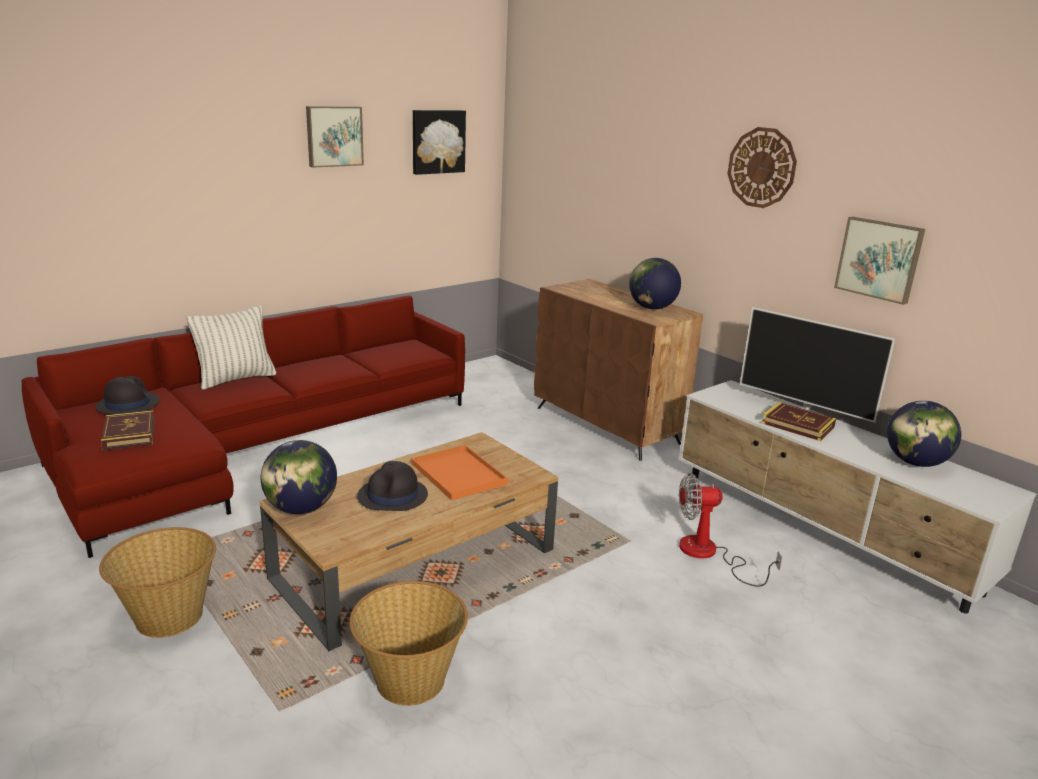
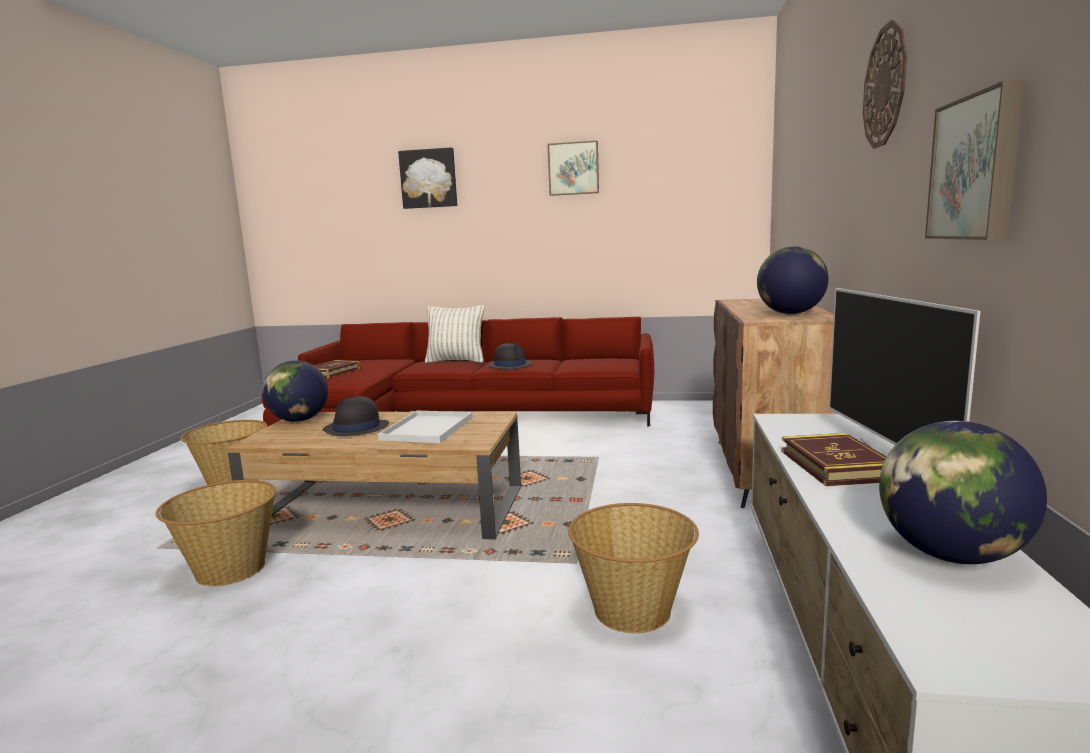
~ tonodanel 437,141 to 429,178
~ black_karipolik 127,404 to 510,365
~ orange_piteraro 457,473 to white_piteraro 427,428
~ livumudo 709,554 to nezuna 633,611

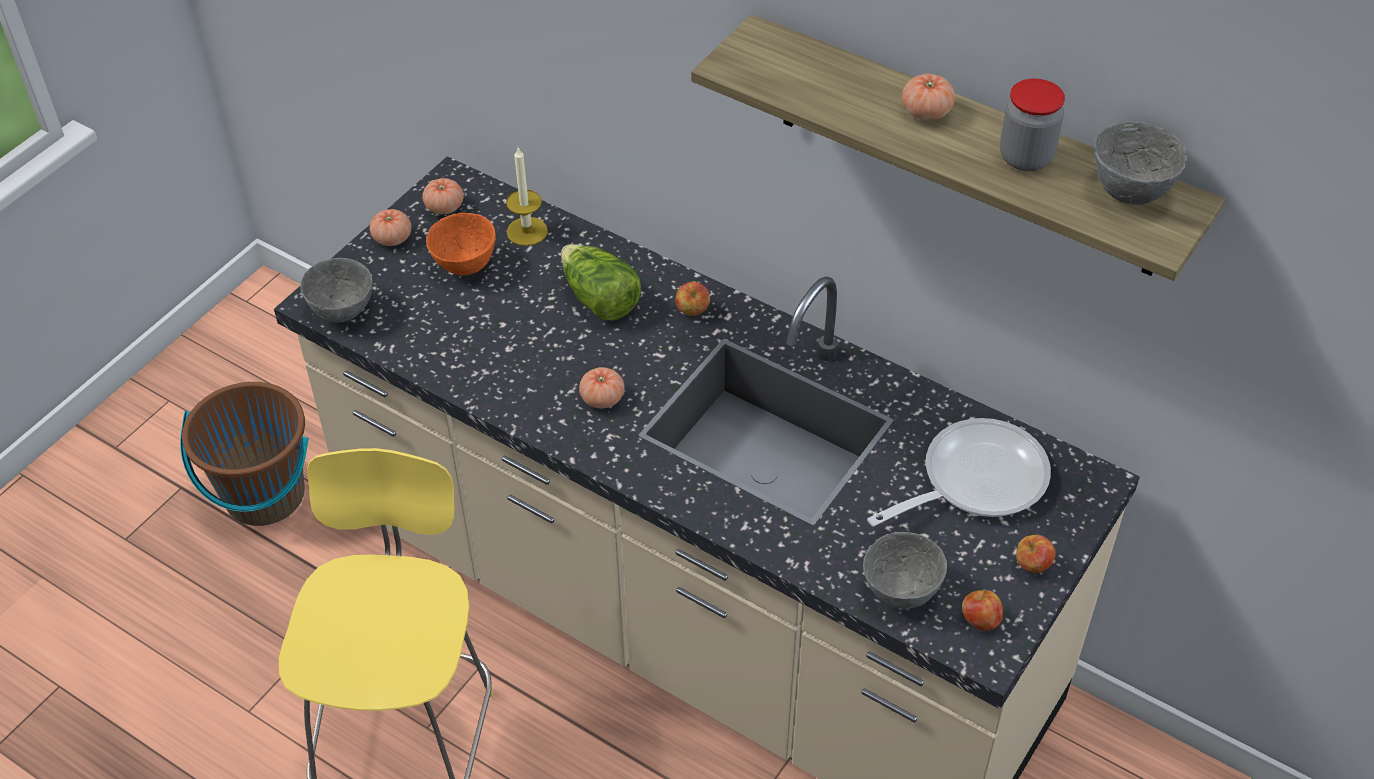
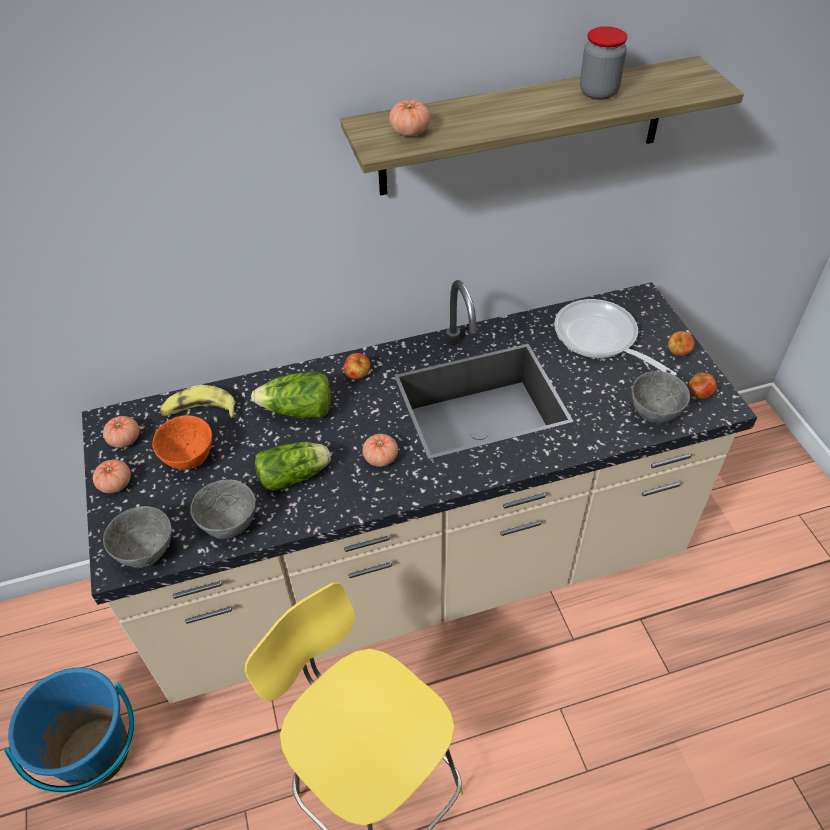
~ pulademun 926,112 to 410,131
~ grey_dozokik 1128,193 to 229,526
~ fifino 527,231 to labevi 200,411
~ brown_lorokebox 264,496 to blue_lorokebox 95,754
~ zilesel 974,480 = 600,339 45 degrees counterclockwise
+ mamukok 296,475

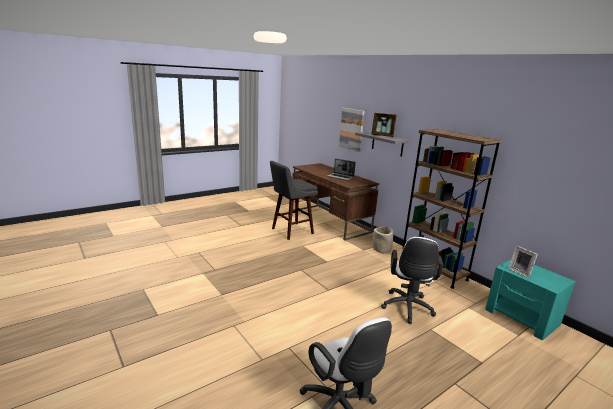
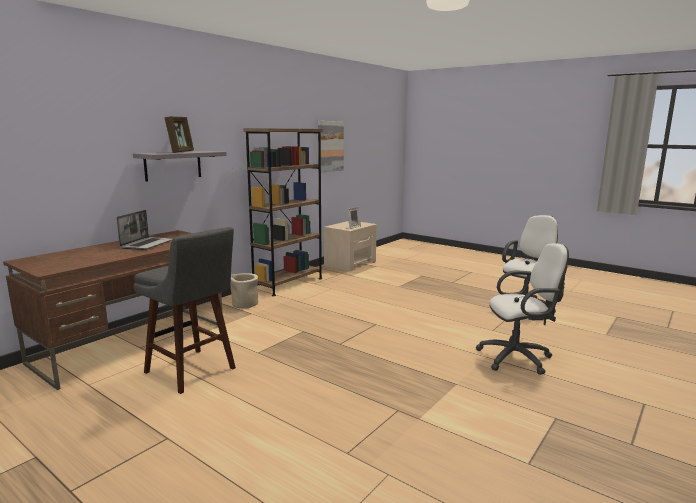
~ tonodanel 352,129 to 330,146
~ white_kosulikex 407,309 to 518,358
~ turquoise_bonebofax 522,317 to beige_bonebofax 350,263

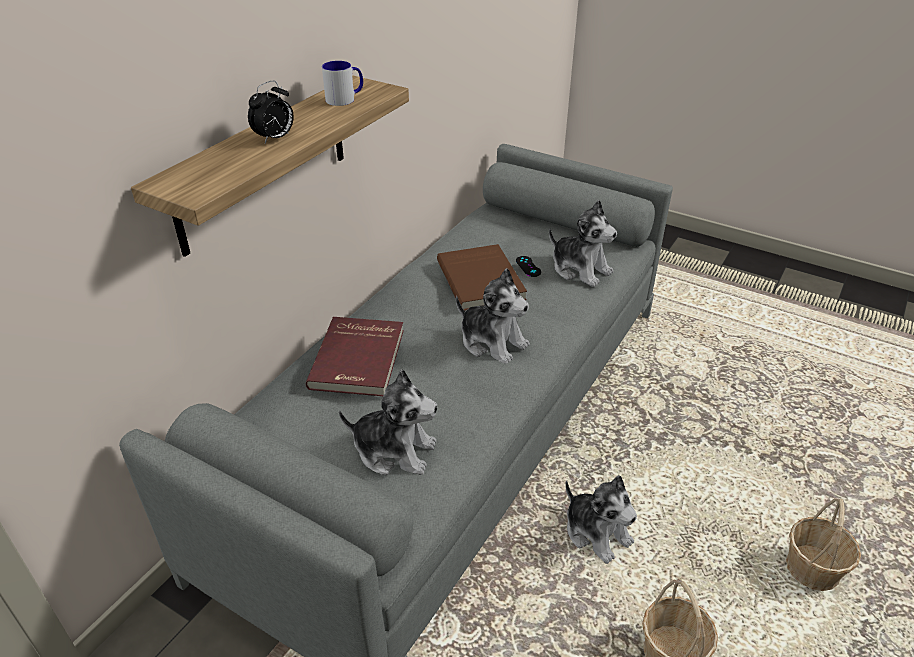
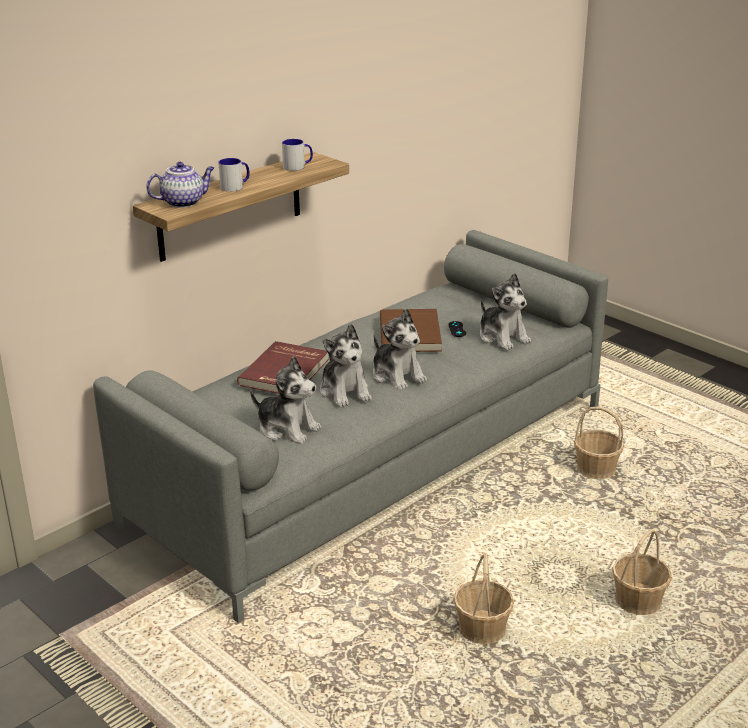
~ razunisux 275,139 to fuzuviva 235,187
~ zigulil 596,532 to 345,391
+ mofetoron 183,202
+ nezuna 596,469

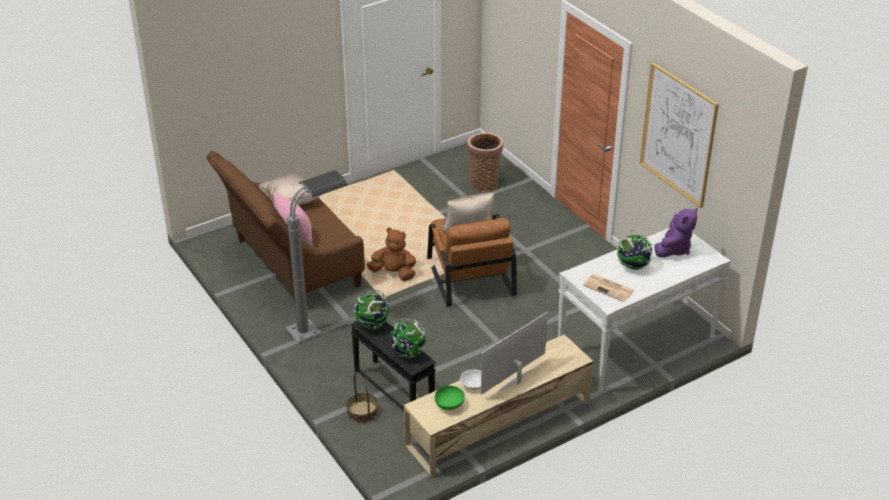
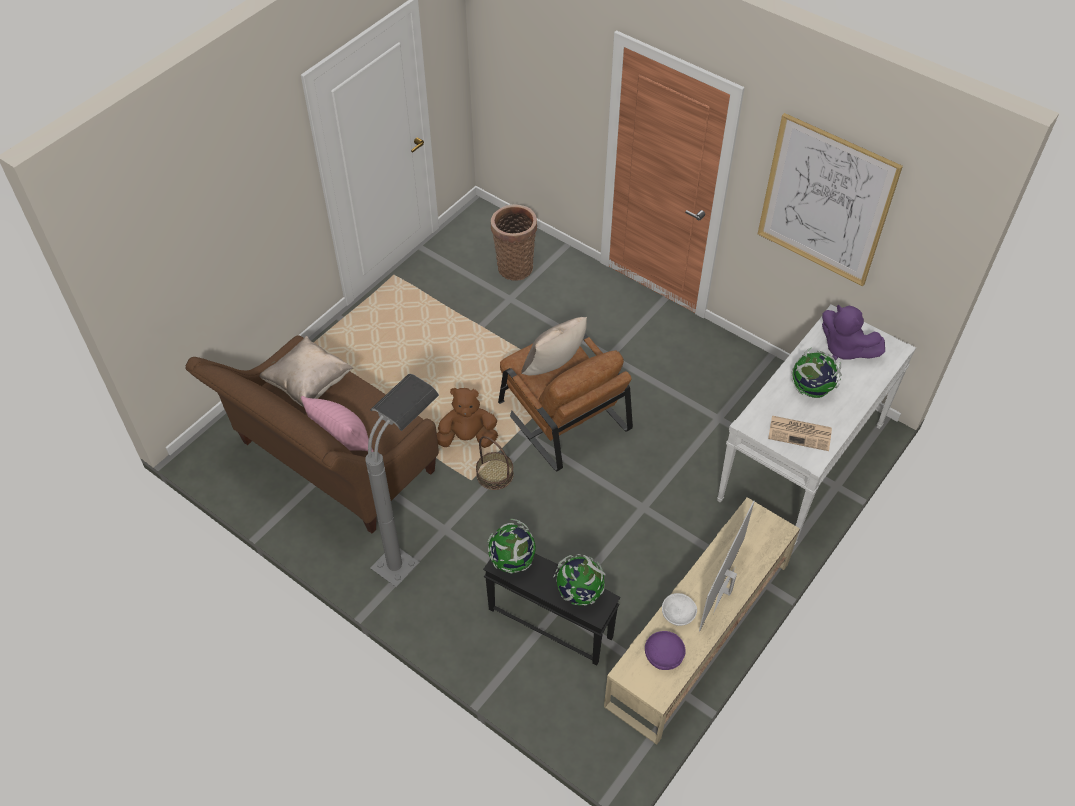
~ purple_zigulil 674,249 = 844,348 120 degrees clockwise
~ nezuna 362,411 to 494,474
~ green_dozokik 449,405 to purple_dozokik 664,656

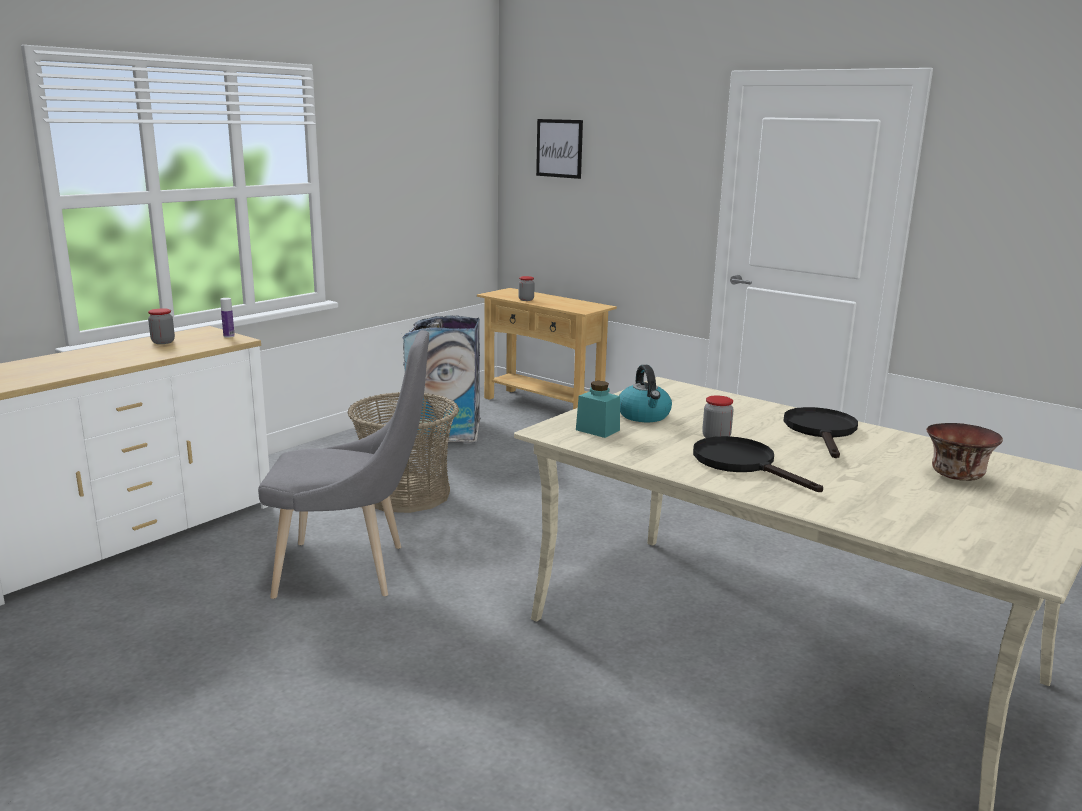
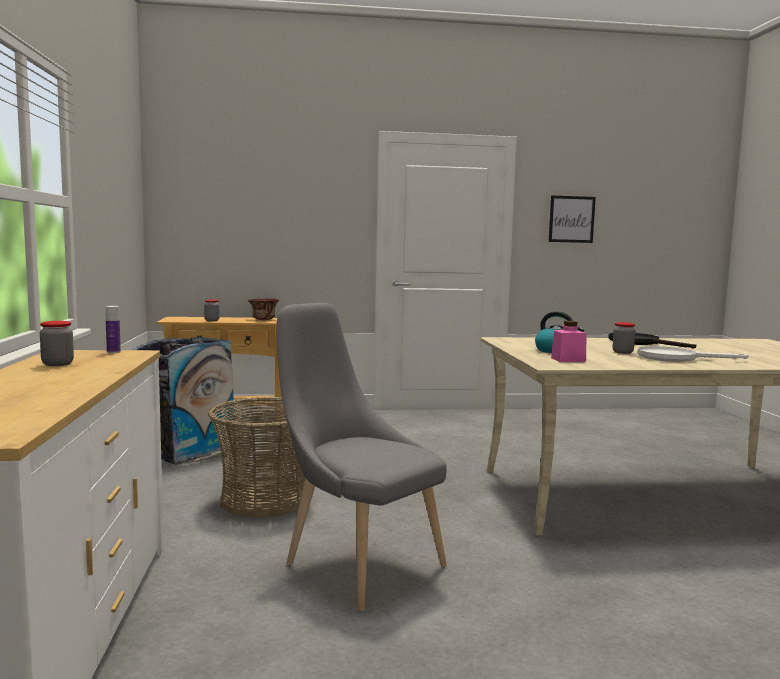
~ tonodanel 559,148 to 571,219
~ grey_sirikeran 351,570 = 356,563 90 degrees counterclockwise
~ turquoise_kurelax 597,430 to pink_kurelax 568,360
~ dozokik 957,476 to 263,319
~ black_zilesel 742,464 to white_zilesel 675,358

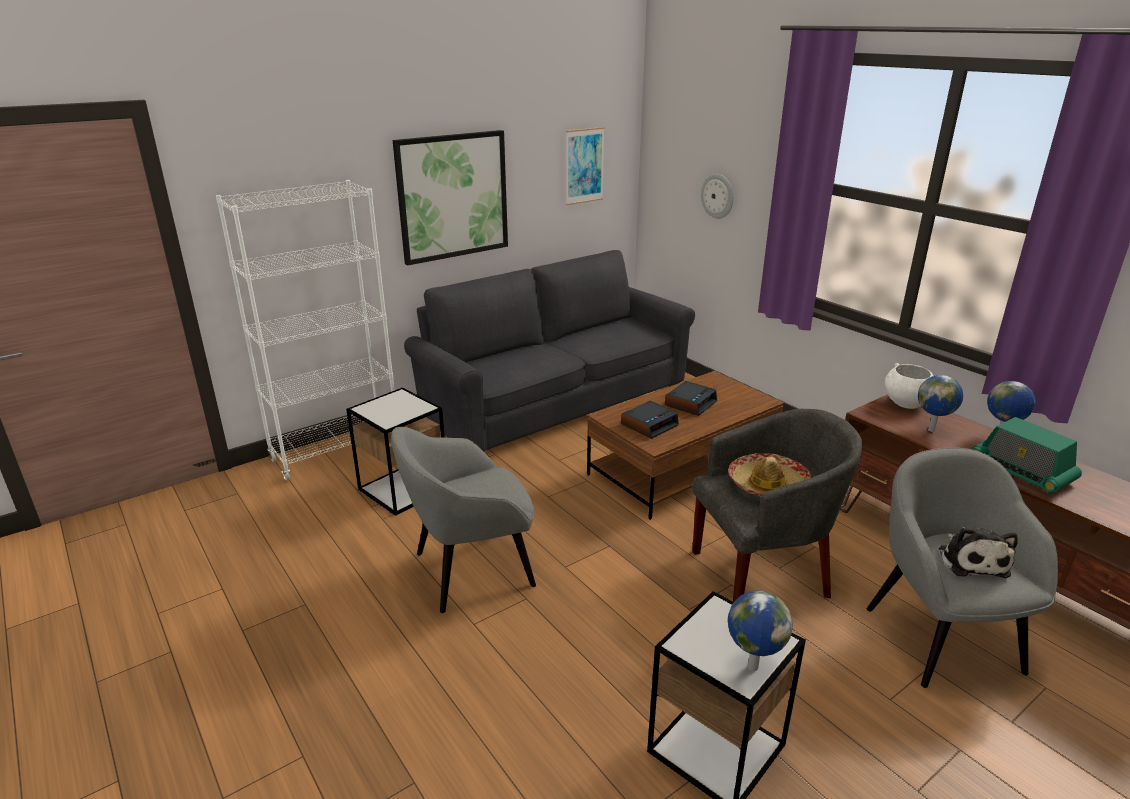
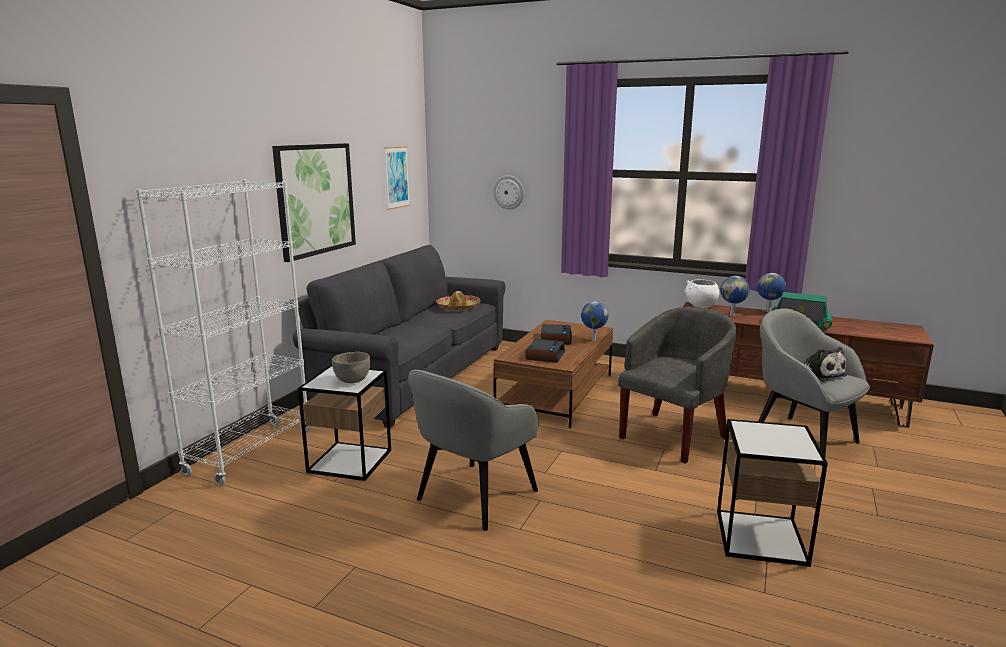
~ karipolik 767,485 to 458,307
~ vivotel 751,666 to 593,340
+ grey_dozokik 352,381

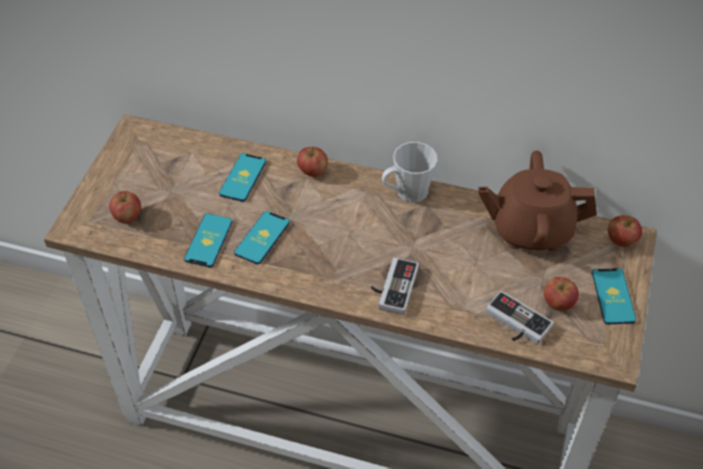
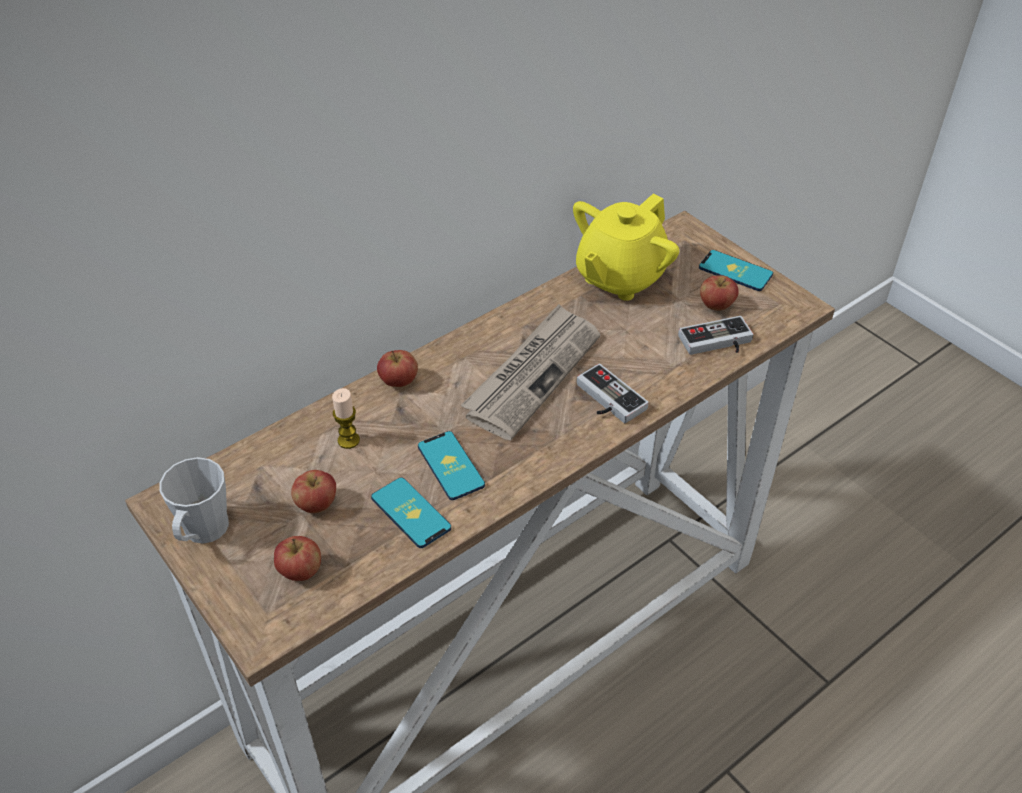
~ grey_fuzuviva 406,193 to 203,533
~ brown_mofetoron 530,229 to yellow_mofetoron 619,277
~ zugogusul 243,178 to fifino 348,440
~ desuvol 621,240 to 316,504
+ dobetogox 532,374

